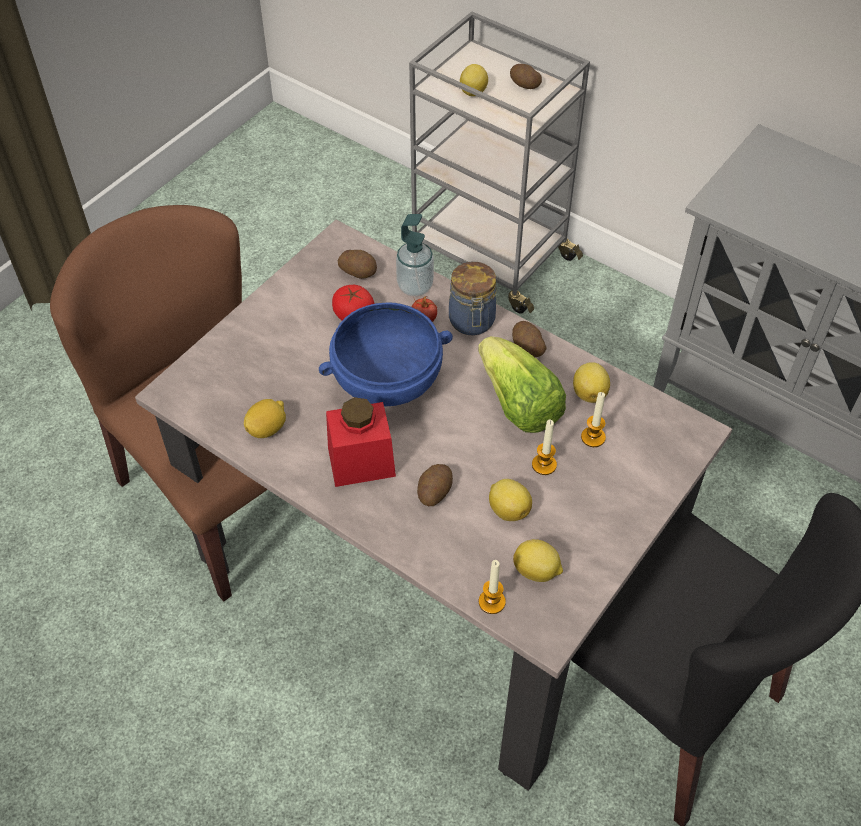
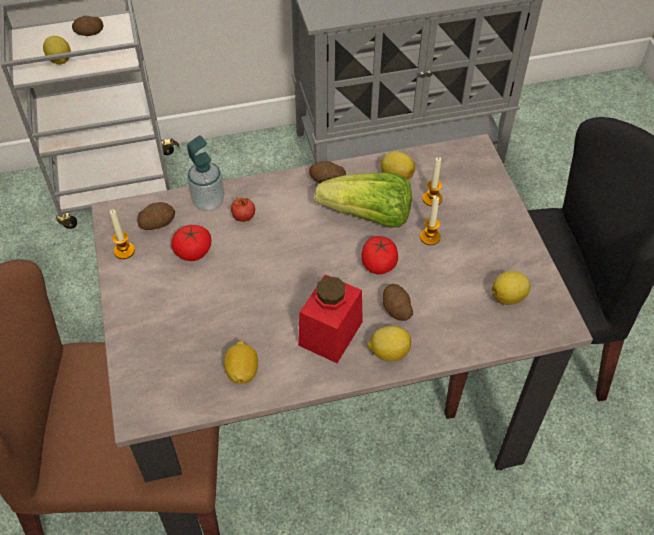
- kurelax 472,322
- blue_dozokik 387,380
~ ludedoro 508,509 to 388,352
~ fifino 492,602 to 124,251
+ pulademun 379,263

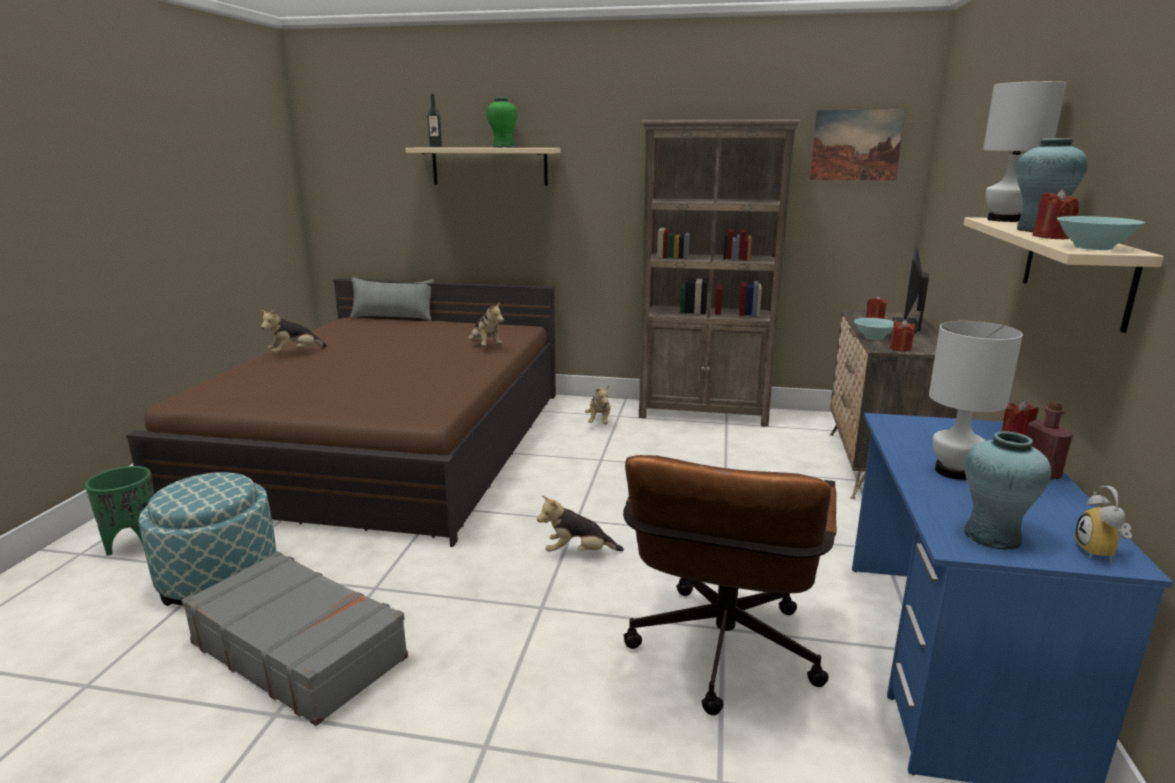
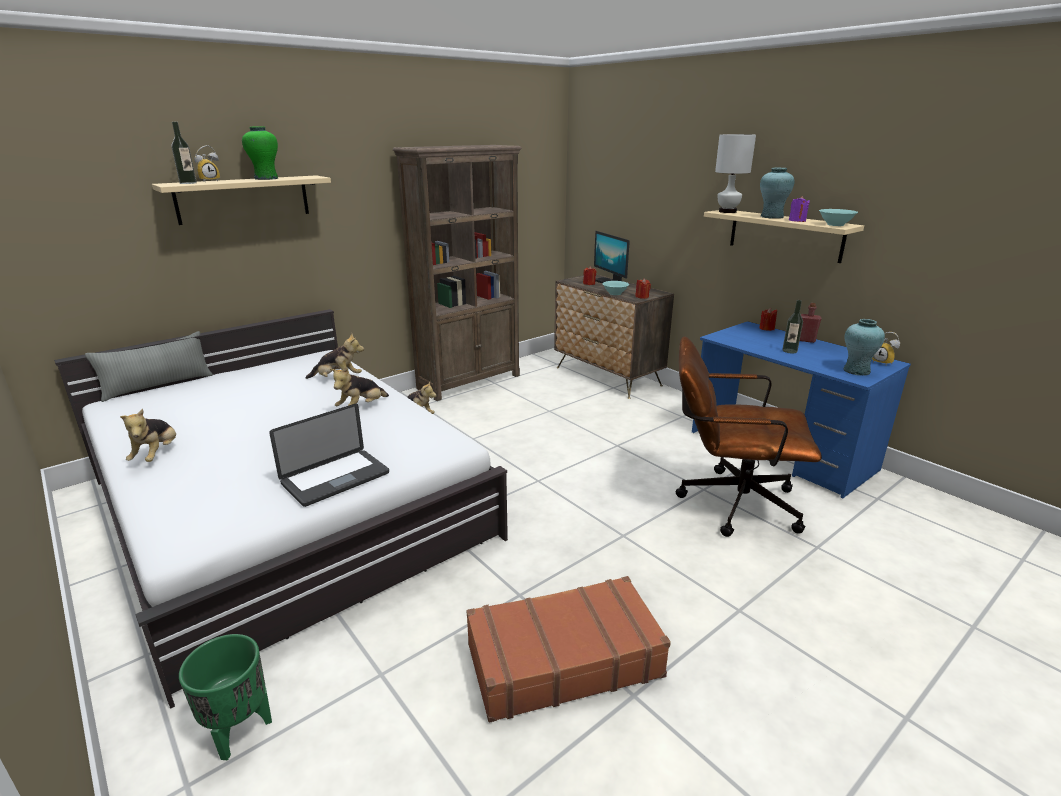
- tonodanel 856,145
~ red_fifino 1051,237 to purple_fifino 797,221
~ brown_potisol 389,444 to white_potisol 286,507
~ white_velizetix 955,472 to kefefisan 789,351
~ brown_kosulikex 720,658 = 728,502 135 degrees clockwise
- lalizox 219,579
~ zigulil 578,553 to 361,408
~ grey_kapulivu 299,649 to brown_kapulivu 563,659
+ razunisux 209,181
+ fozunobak 335,478

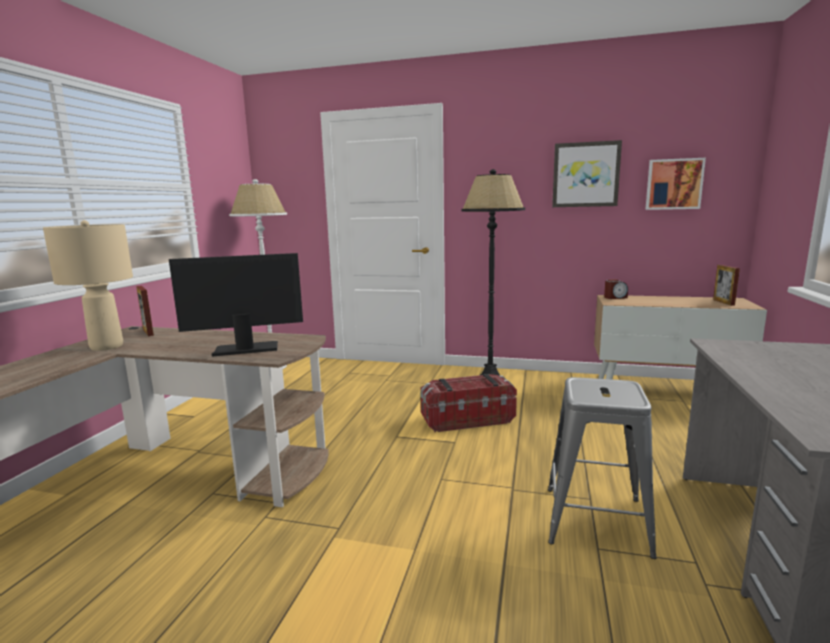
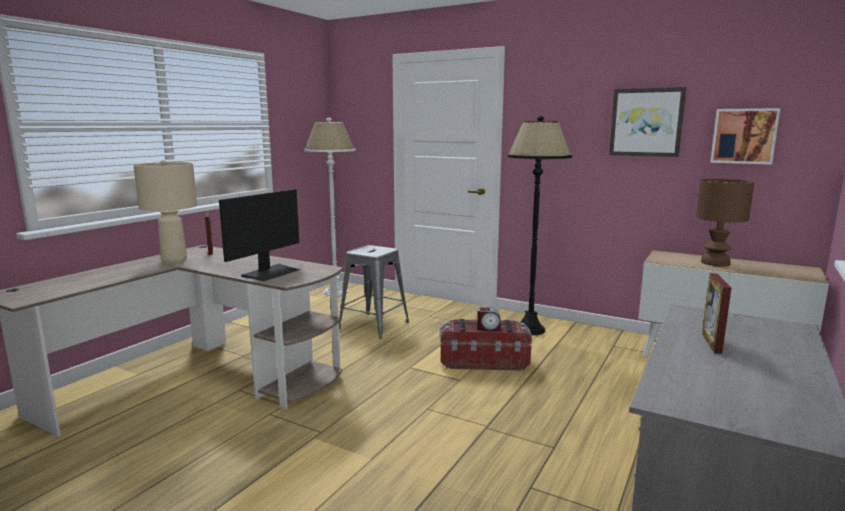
~ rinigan 245,349 = 271,272 120 degrees clockwise
~ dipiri 723,302 to 711,343
~ razunisux 615,297 to 488,328
~ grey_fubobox 596,521 to 374,325
+ brown_velizetix 716,263

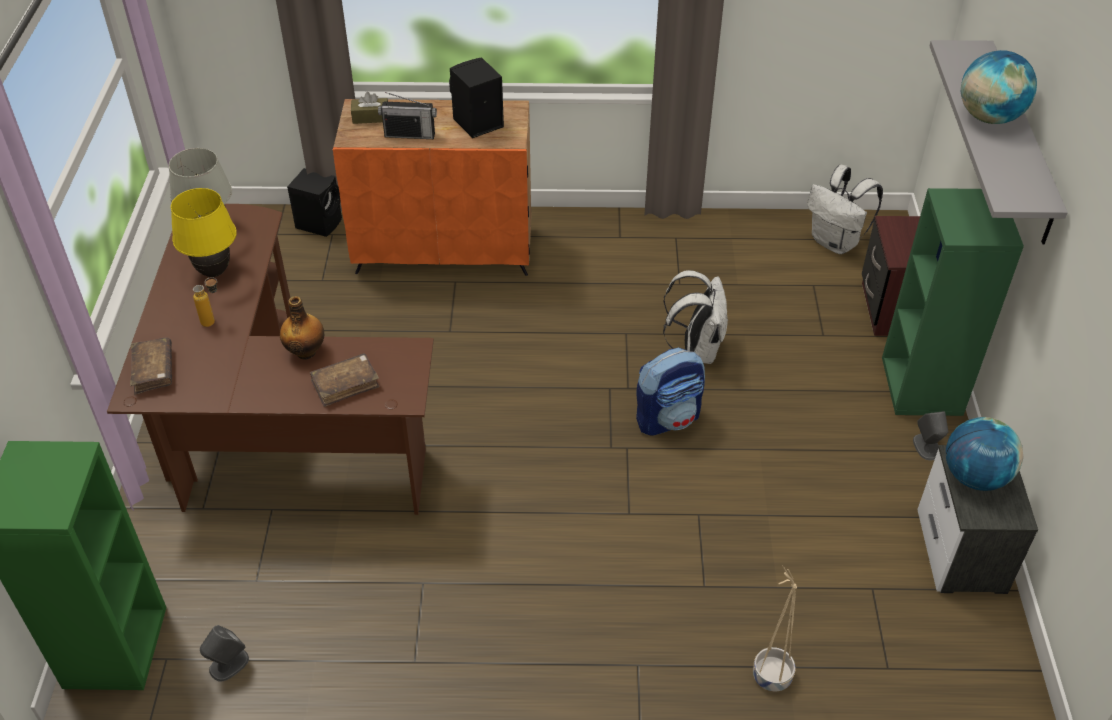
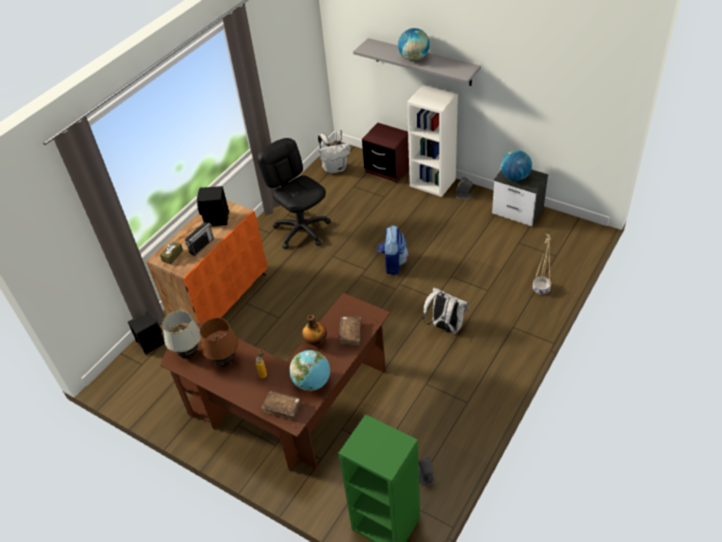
~ yellow_velizetix 213,272 to brown_velizetix 225,362
~ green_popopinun 922,386 to white_popopinun 433,182
~ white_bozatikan 696,350 to 445,327
+ black_kosulikex 302,230
+ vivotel 312,382

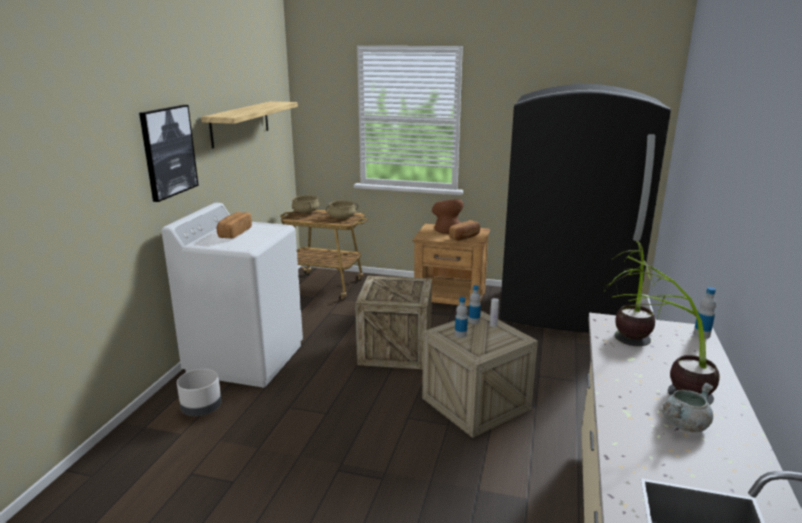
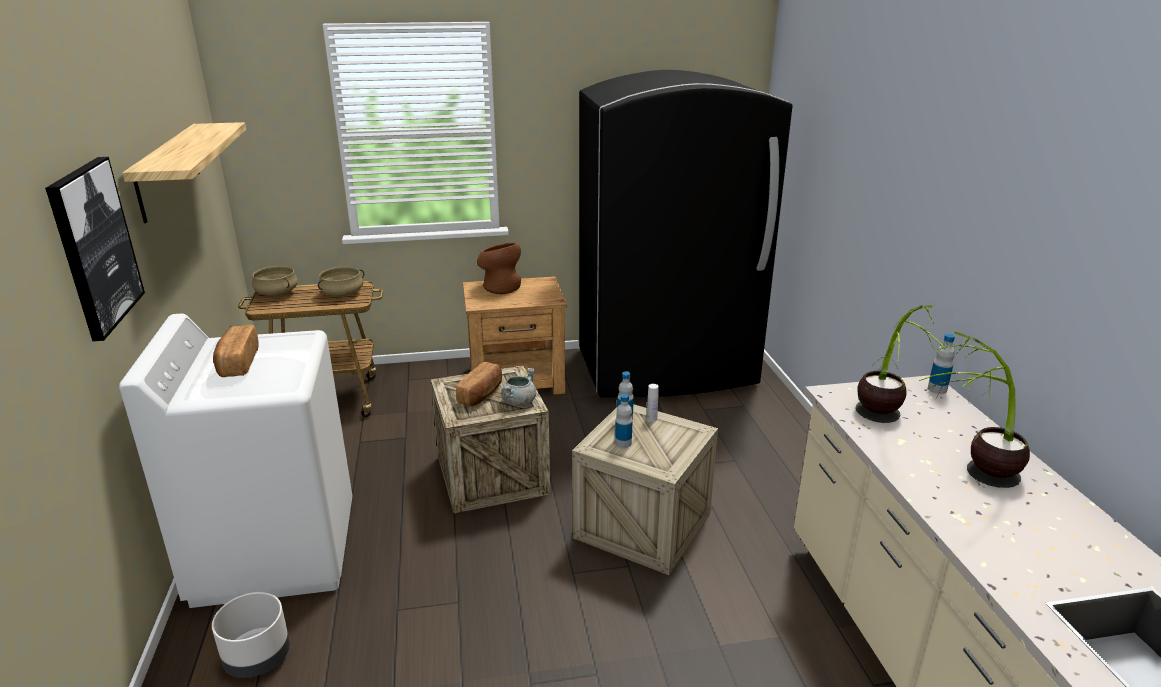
~ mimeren 465,237 to 481,394
~ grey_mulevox 684,424 to 519,401

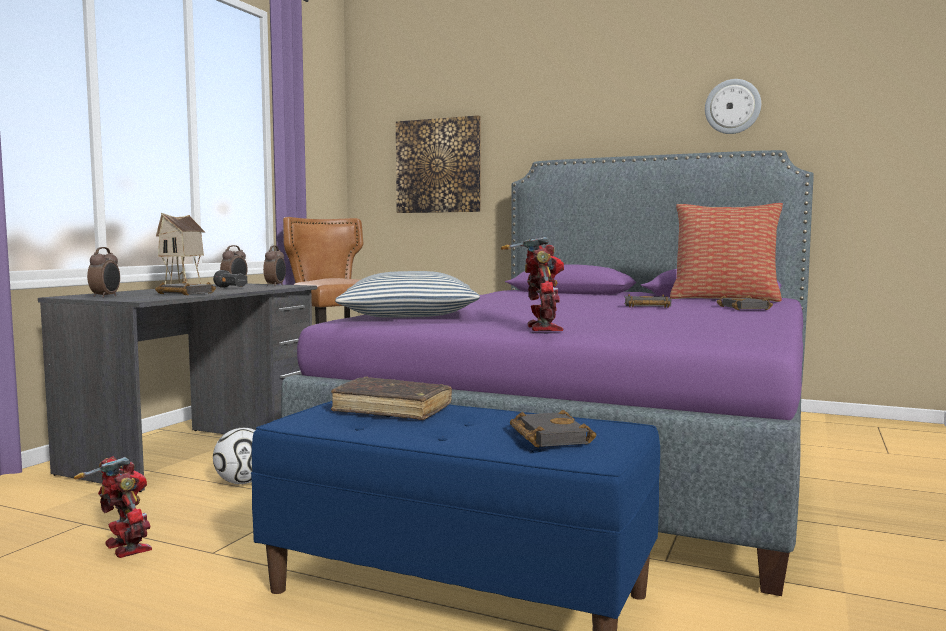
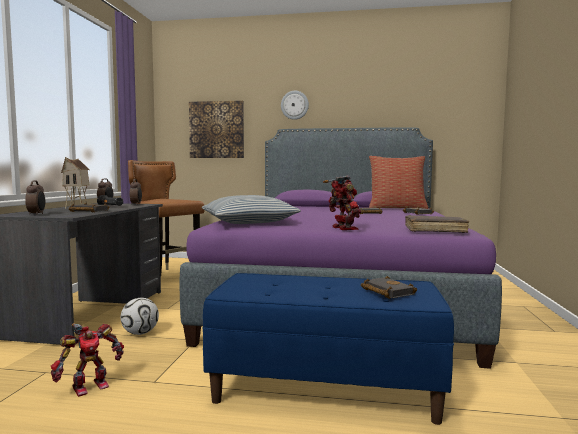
~ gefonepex 732,106 to 294,105
~ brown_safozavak 392,410 to 435,230
~ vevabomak 124,549 = 89,386 105 degrees clockwise

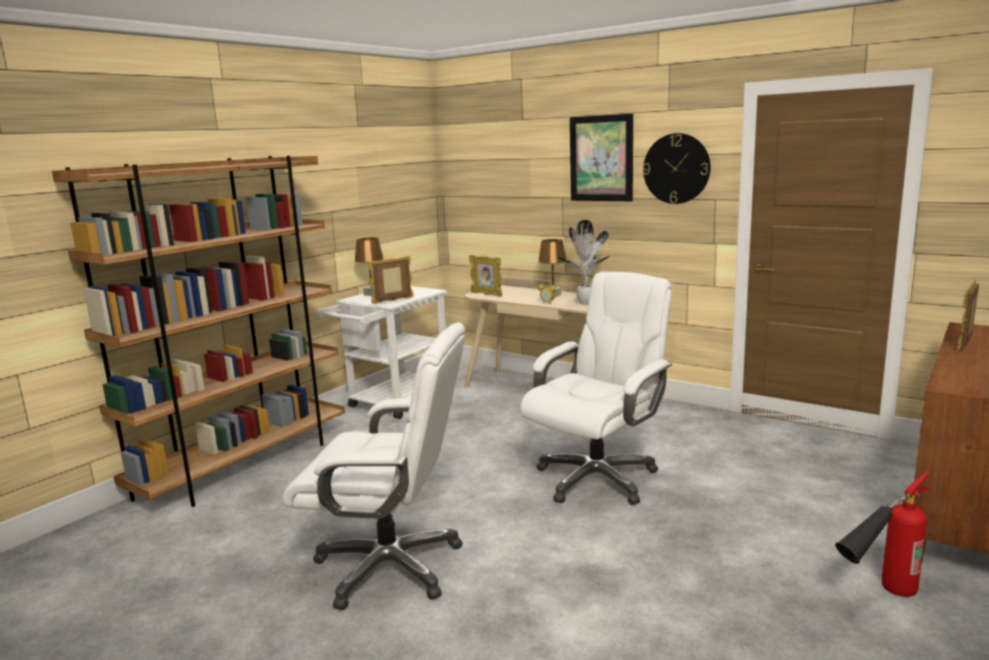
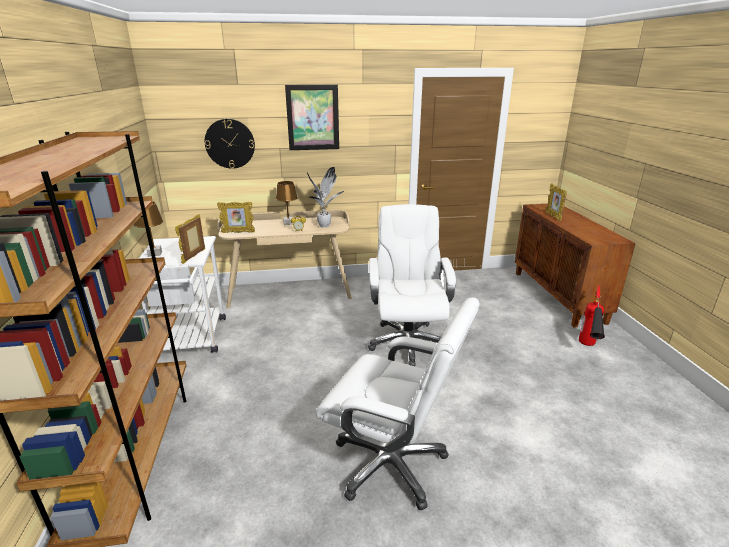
~ gefonepex 676,168 to 230,143
~ white_kosulikex 391,566 = 391,463 60 degrees clockwise

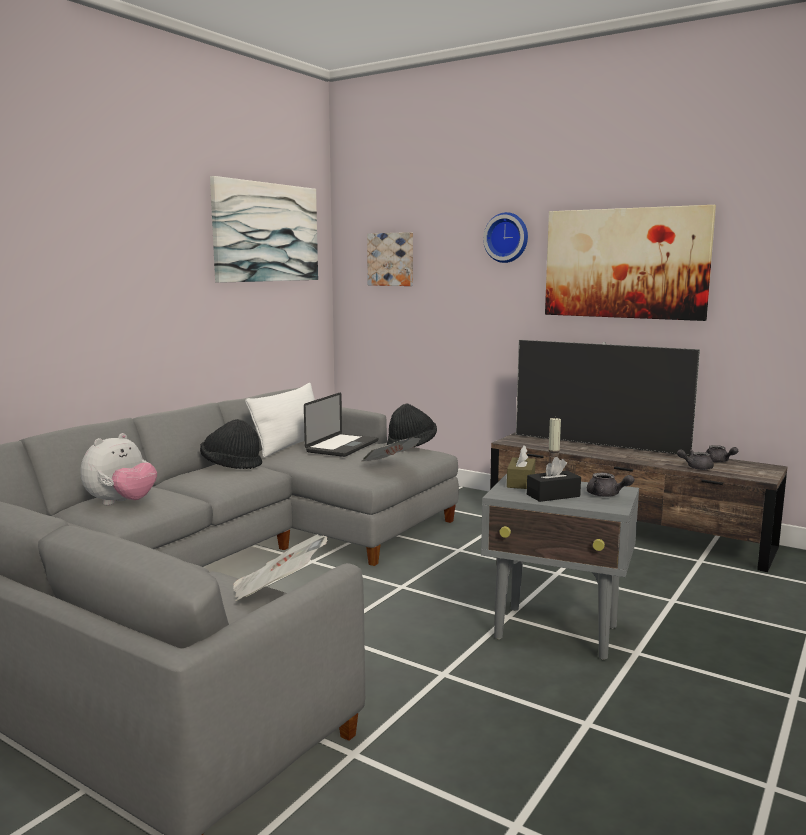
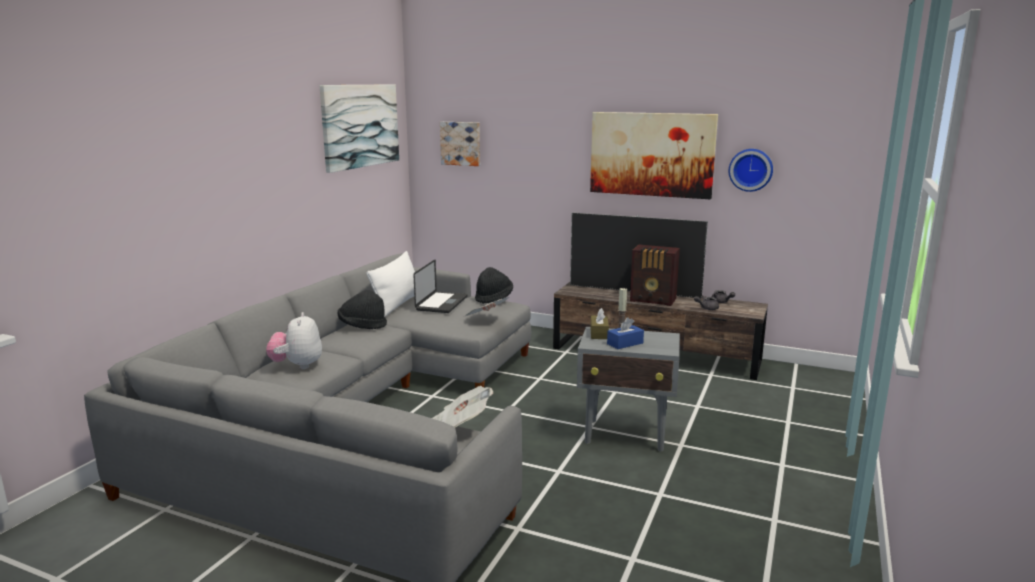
~ gefonepex 507,237 to 751,169
~ zigulil 121,503 = 297,365 150 degrees clockwise
~ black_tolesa 553,495 to blue_tolesa 625,343
- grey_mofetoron 607,495
+ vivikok 654,300

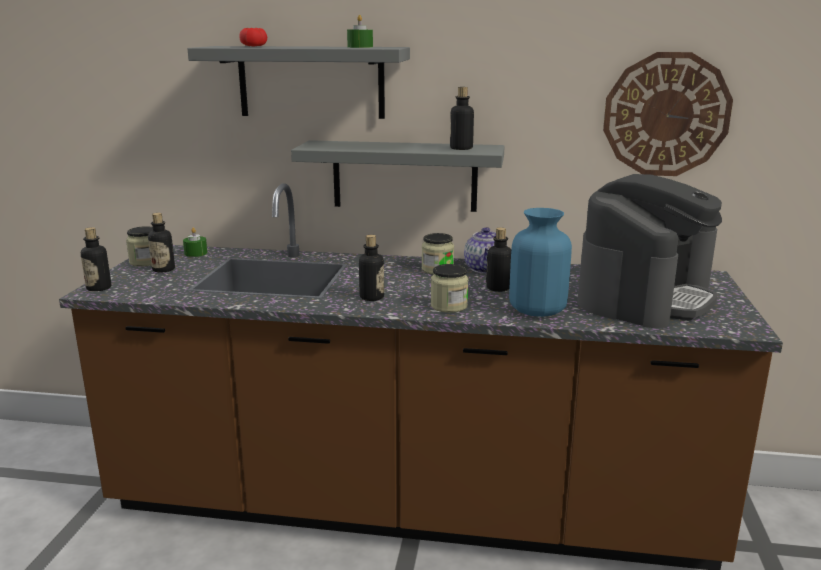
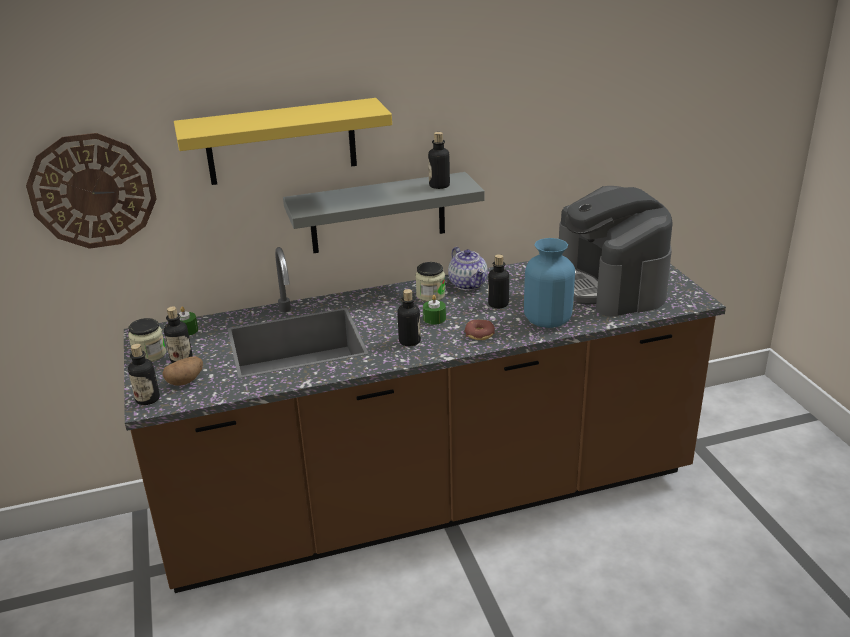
~ green_fifino 360,47 to 434,318
- pulademun 253,46
~ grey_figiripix 311,82 to yellow_figiripix 281,142
~ gefonepex 666,115 to 93,191
~ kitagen 644,297 = 610,286 150 degrees clockwise
~ kurelax 449,306 to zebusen 479,334
+ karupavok 185,381

